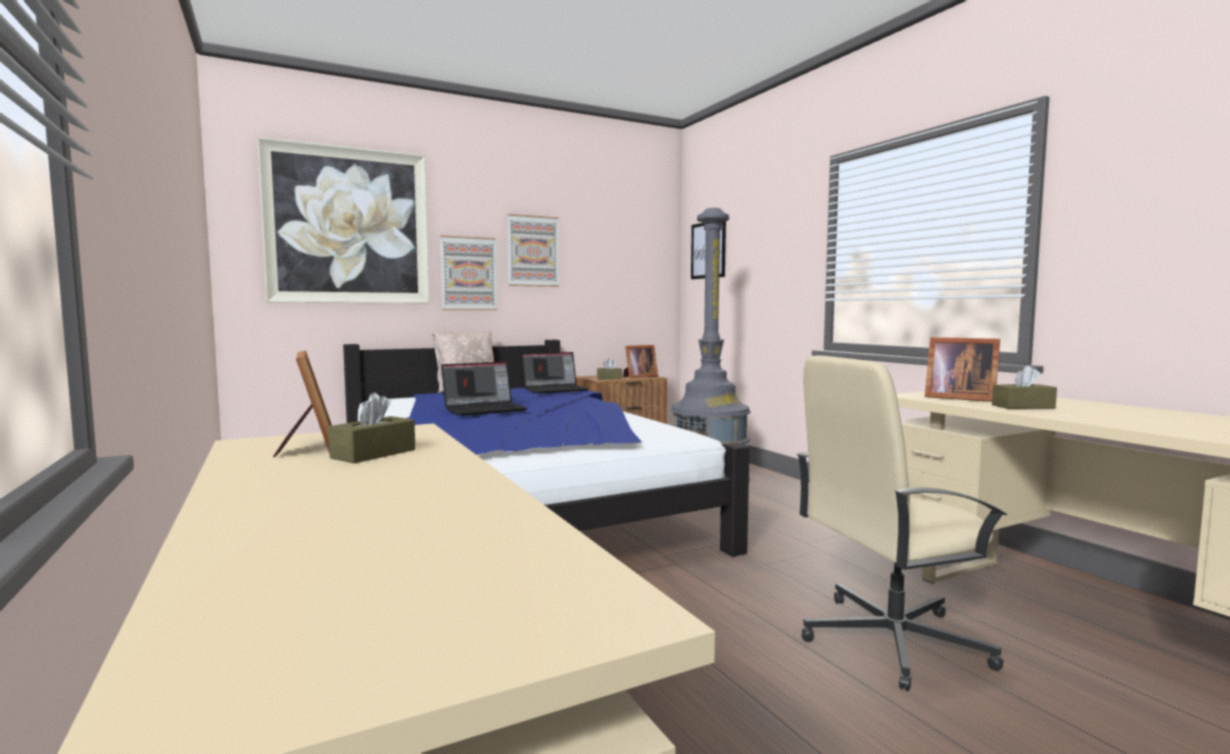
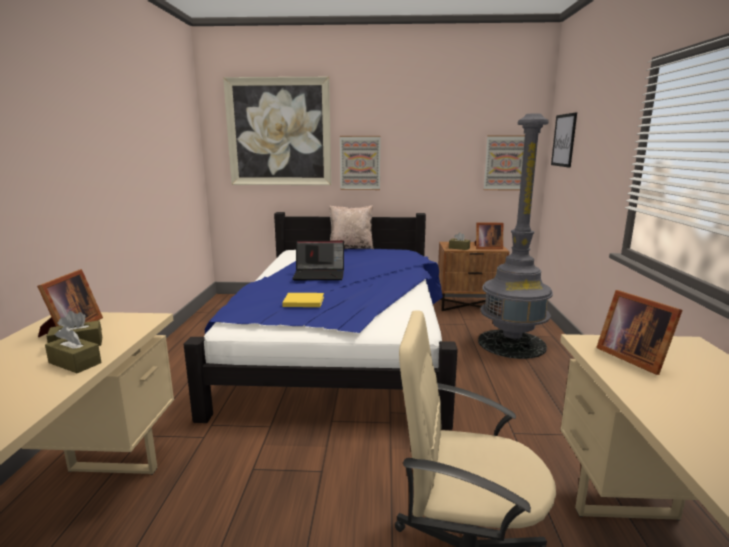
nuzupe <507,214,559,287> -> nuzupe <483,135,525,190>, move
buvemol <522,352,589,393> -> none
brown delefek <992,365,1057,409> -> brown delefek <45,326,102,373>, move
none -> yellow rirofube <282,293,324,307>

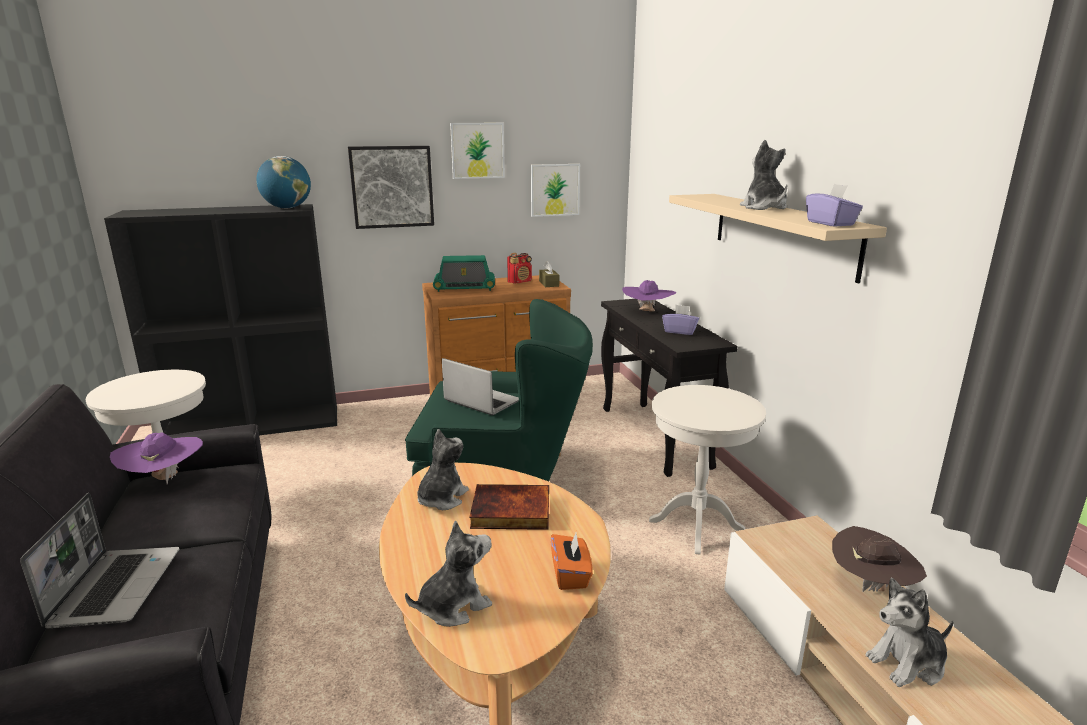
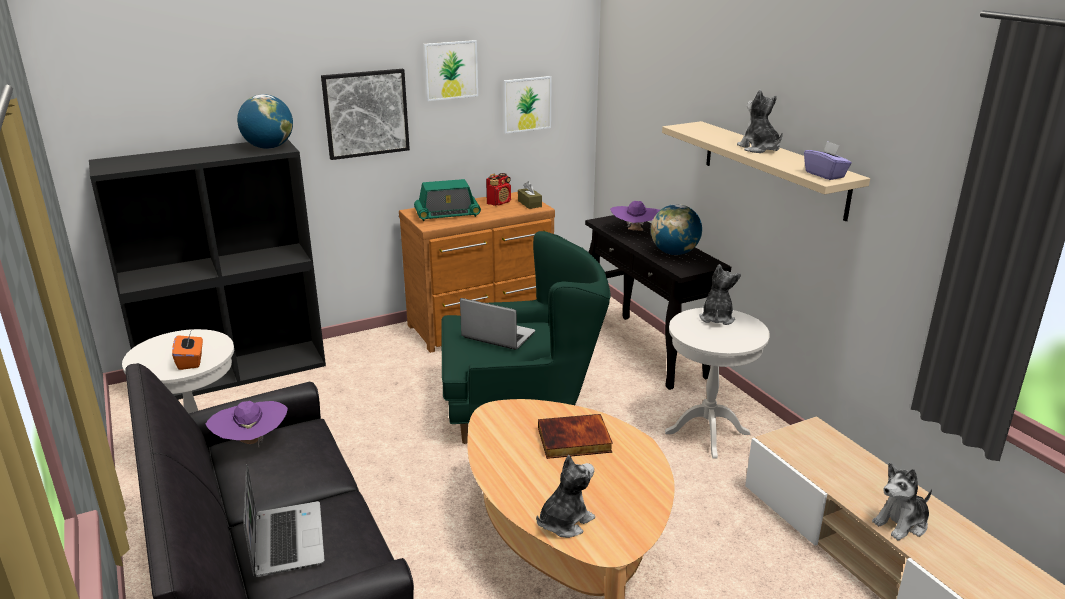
purple delefek <662,305,699,335> -> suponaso <651,204,702,255>
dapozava <417,429,469,510> -> dapozava <699,264,741,325>, move
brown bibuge <832,526,927,592> -> none
orange delefek <551,531,593,590> -> orange delefek <172,332,203,370>, move

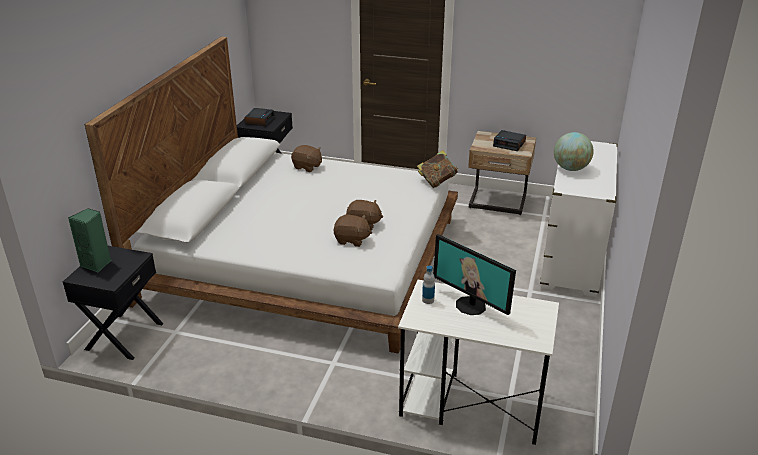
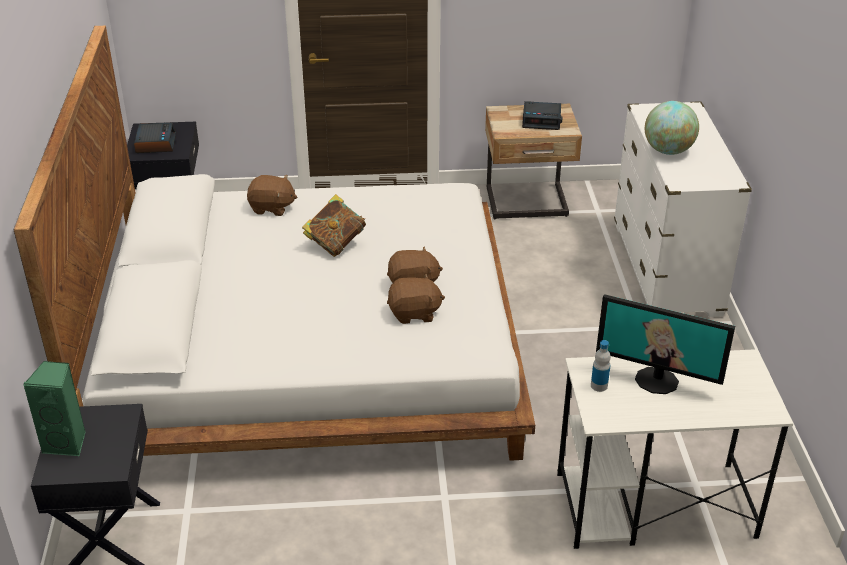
rirofube <417,150,458,188> -> rirofube <302,194,366,257>, move

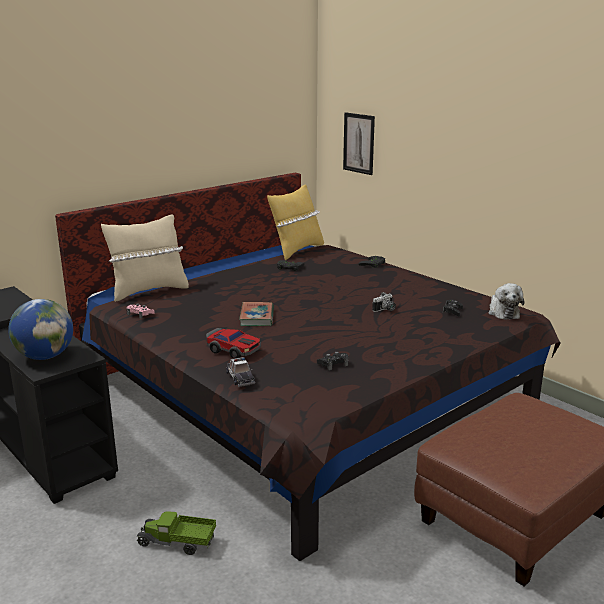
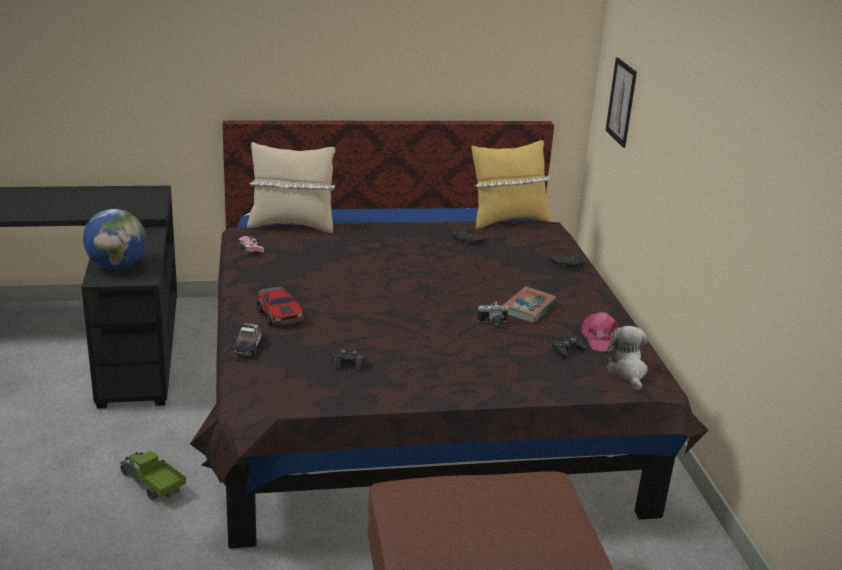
dapozava <488,283,524,320> -> dapozava <605,326,648,391>, 150 degrees clockwise
rirofube <239,302,274,326> -> rirofube <503,286,557,323>, move
none -> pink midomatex <580,312,618,352>

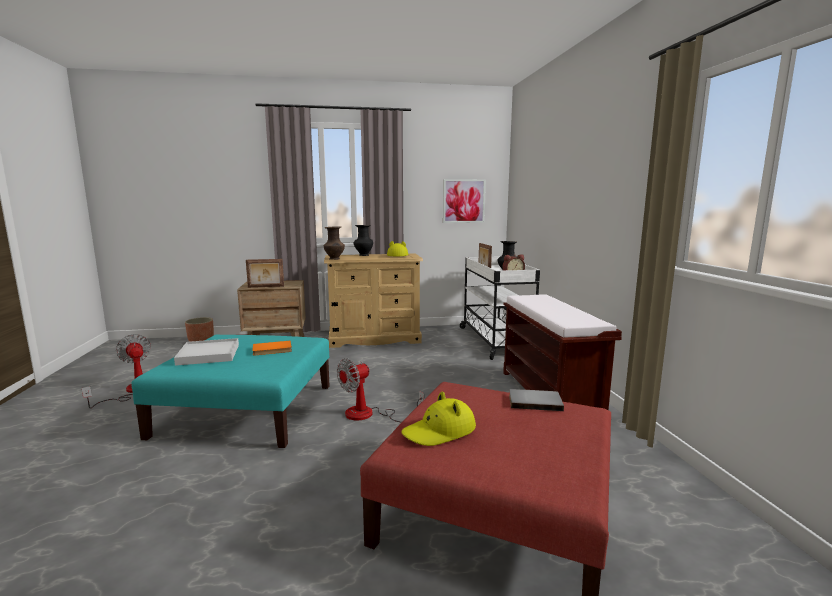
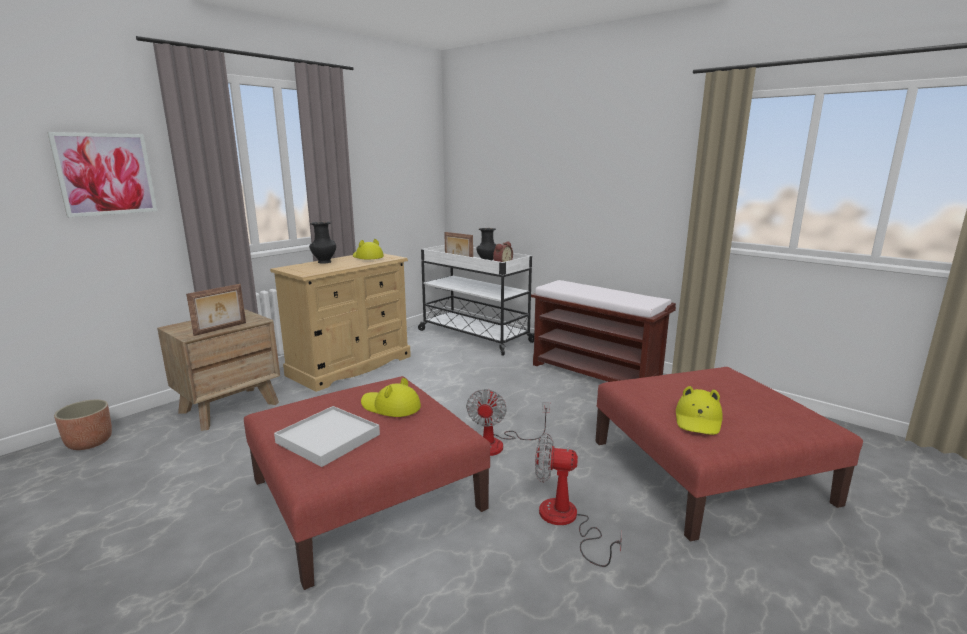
nuzupe <443,179,486,223> -> nuzupe <48,132,157,217>, move
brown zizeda <324,226,345,260> -> none
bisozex <82,334,151,409> -> bisozex <535,433,622,567>, move
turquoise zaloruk <132,335,330,448> -> red zaloruk <244,376,490,590>
orange rirofube <252,341,292,356> -> yellow bibuge <361,378,421,417>
grey rirofube <509,389,564,411> -> none

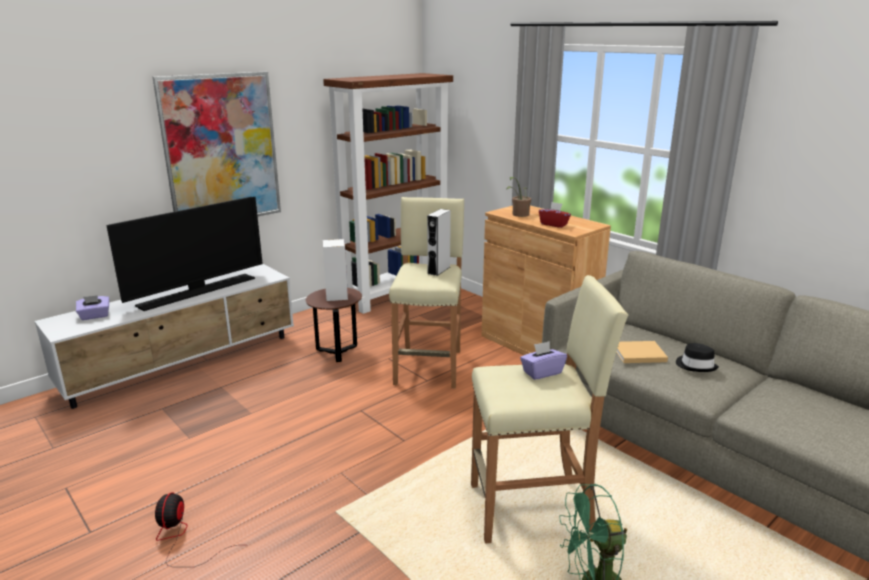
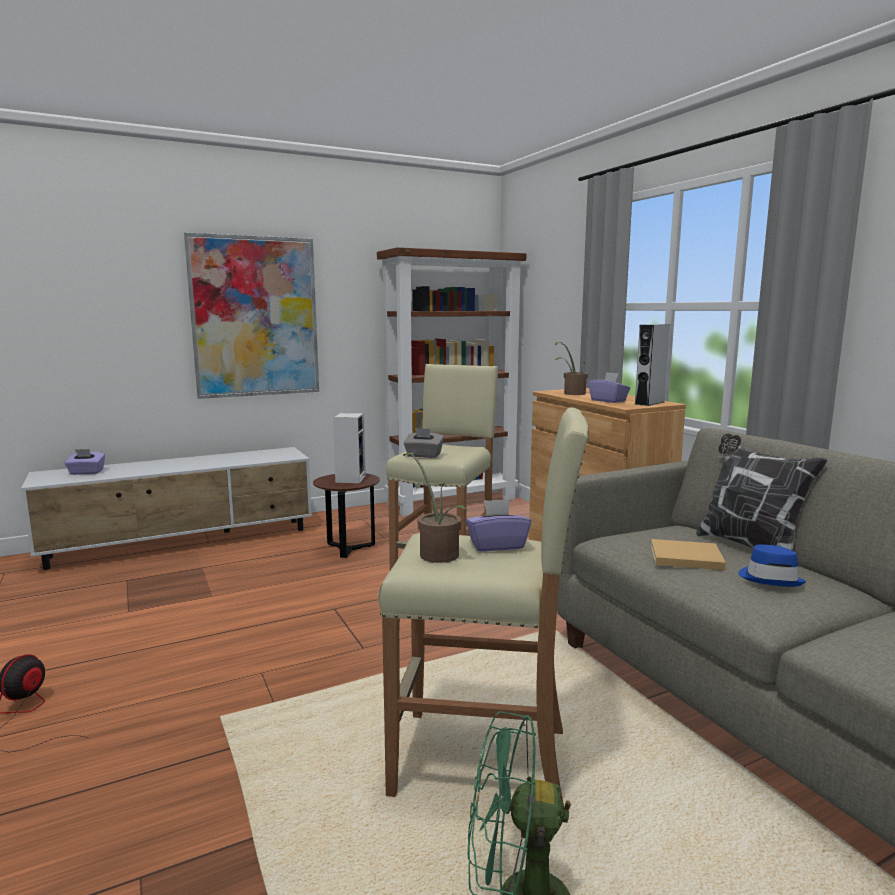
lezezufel <106,197,263,311> -> none
red delefek <539,202,571,228> -> purple delefek <588,372,630,403>
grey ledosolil <427,209,451,276> -> grey ledosolil <634,324,670,406>, move
black bibuge <676,343,719,372> -> blue bibuge <738,544,806,587>
none -> grey delefek <403,428,444,458>
none -> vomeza <696,433,828,551>
none -> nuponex <403,452,467,563>

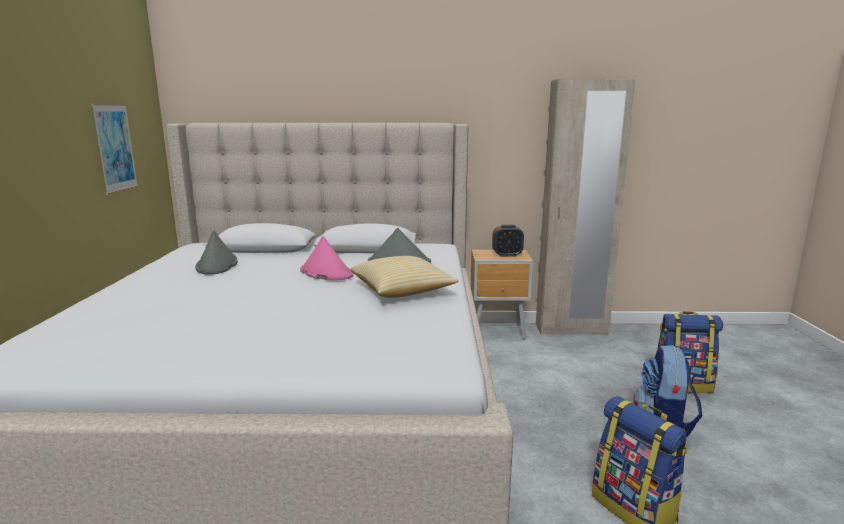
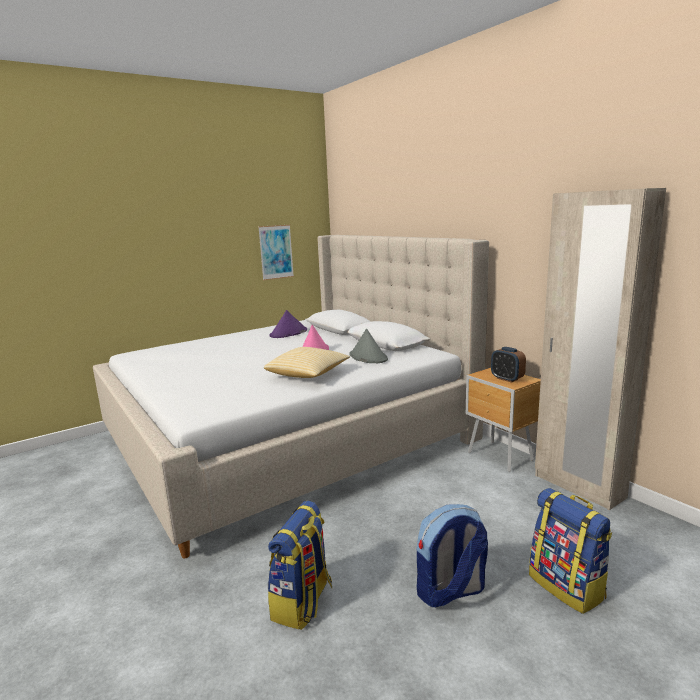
grey bibuge <195,230,238,275> -> purple bibuge <270,310,307,338>

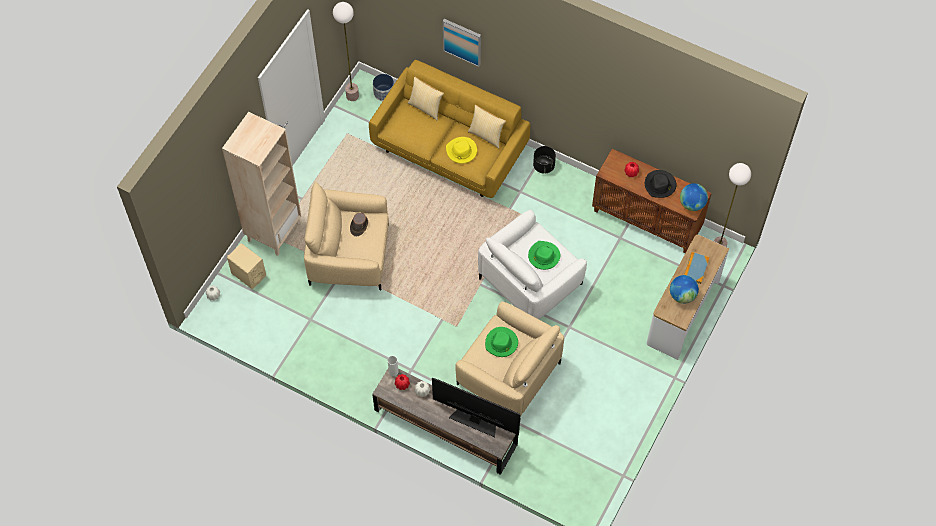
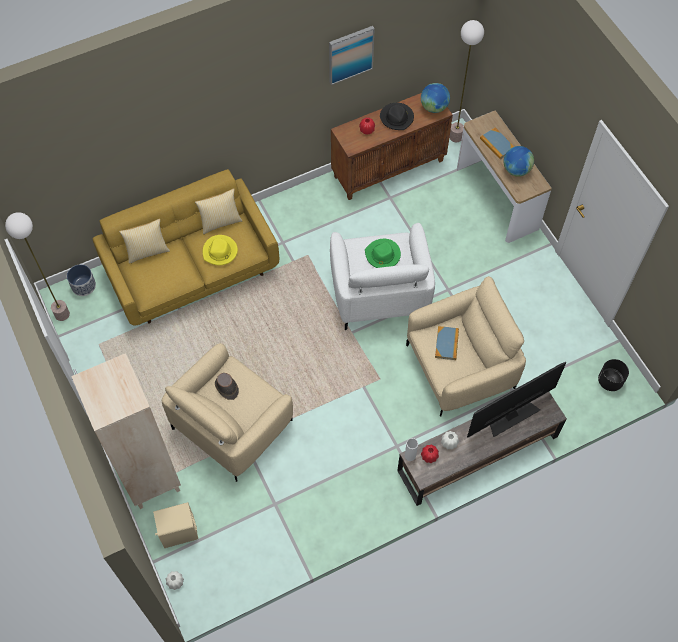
nuzupe <443,19,481,67> -> nuzupe <329,26,375,85>, move
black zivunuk <533,146,556,174> -> black zivunuk <598,359,629,391>, move
green bibuge <485,327,518,357> -> rirofube <435,326,459,360>

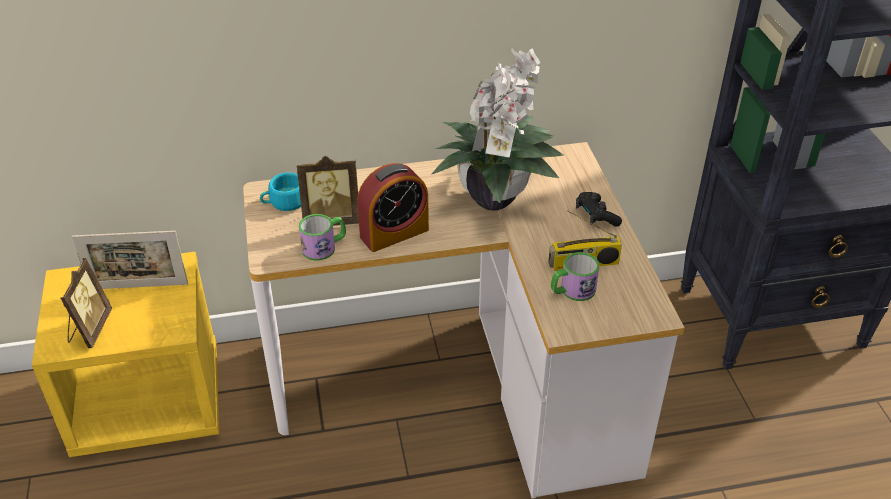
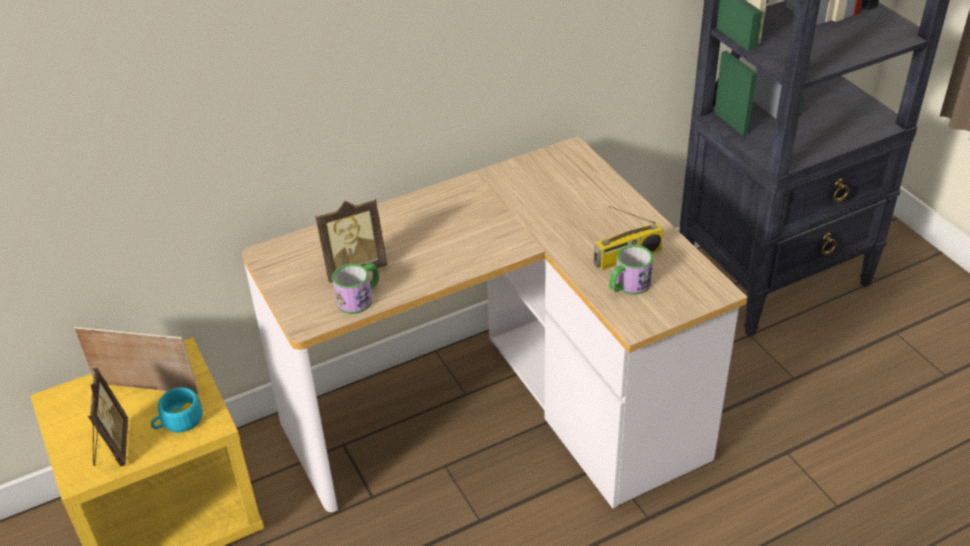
nuponex <431,48,564,211> -> none
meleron <357,163,429,252> -> none
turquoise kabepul <260,173,301,211> -> turquoise kabepul <151,387,203,433>, move
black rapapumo <576,192,622,227> -> none
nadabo <72,231,188,289> -> nadabo <74,327,199,394>, 150 degrees counterclockwise

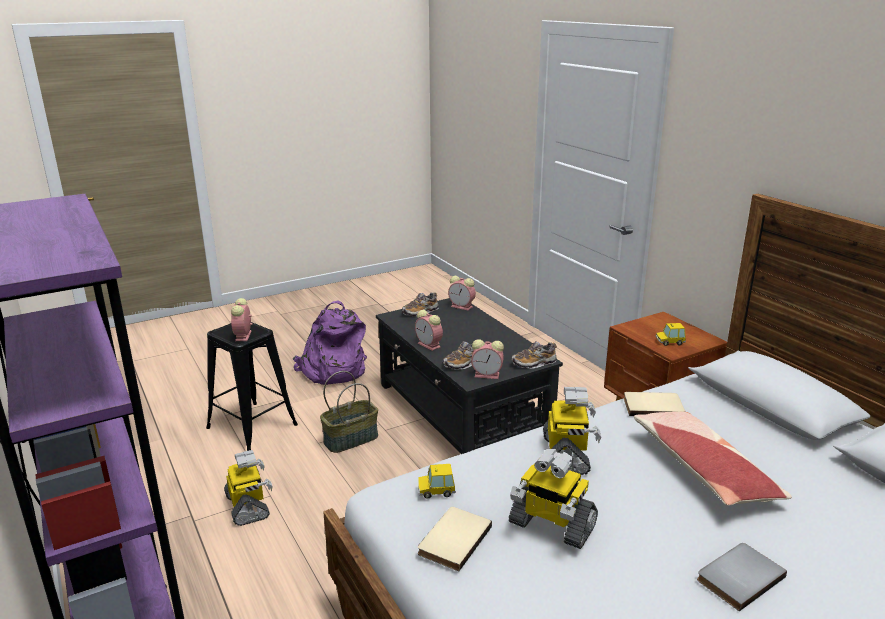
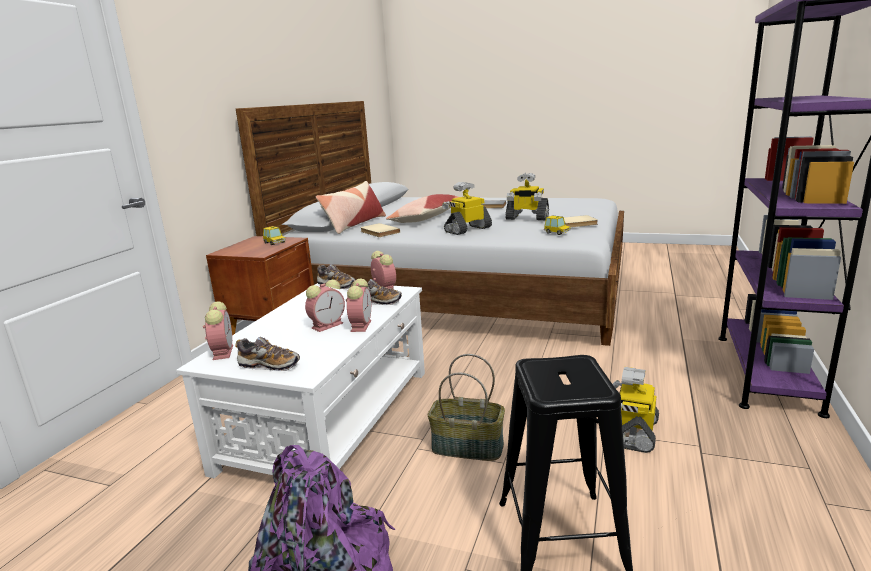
meleron <231,298,253,341> -> meleron <305,280,345,332>, move
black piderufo <376,298,563,454> -> white piderufo <176,283,425,478>
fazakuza <509,449,598,549> -> fazakuza <505,173,549,220>, 120 degrees clockwise
none -> vomeza <316,181,386,234>

